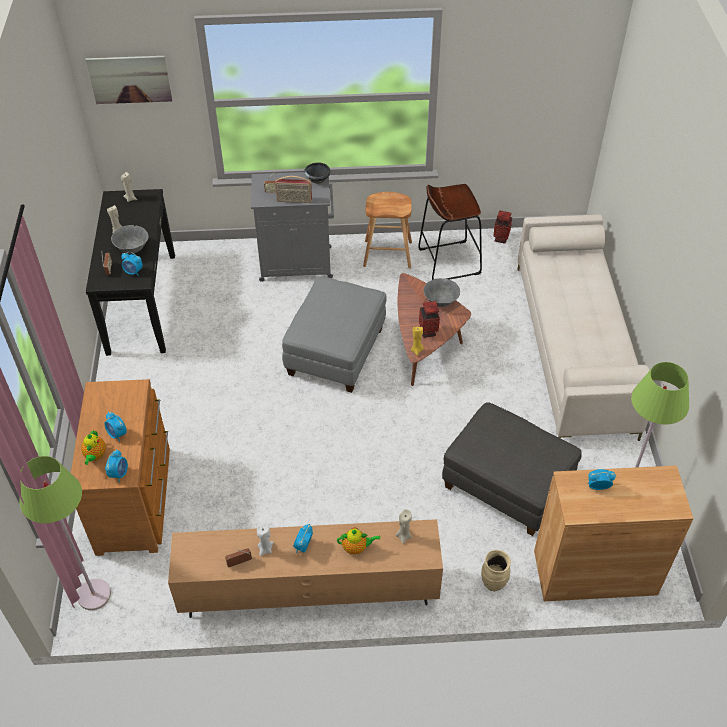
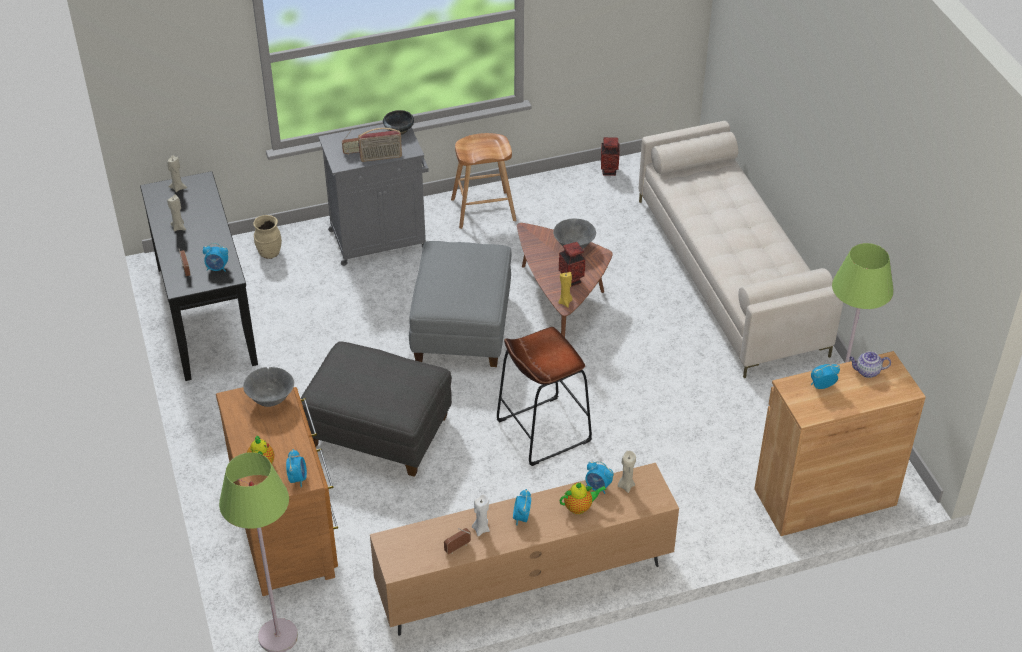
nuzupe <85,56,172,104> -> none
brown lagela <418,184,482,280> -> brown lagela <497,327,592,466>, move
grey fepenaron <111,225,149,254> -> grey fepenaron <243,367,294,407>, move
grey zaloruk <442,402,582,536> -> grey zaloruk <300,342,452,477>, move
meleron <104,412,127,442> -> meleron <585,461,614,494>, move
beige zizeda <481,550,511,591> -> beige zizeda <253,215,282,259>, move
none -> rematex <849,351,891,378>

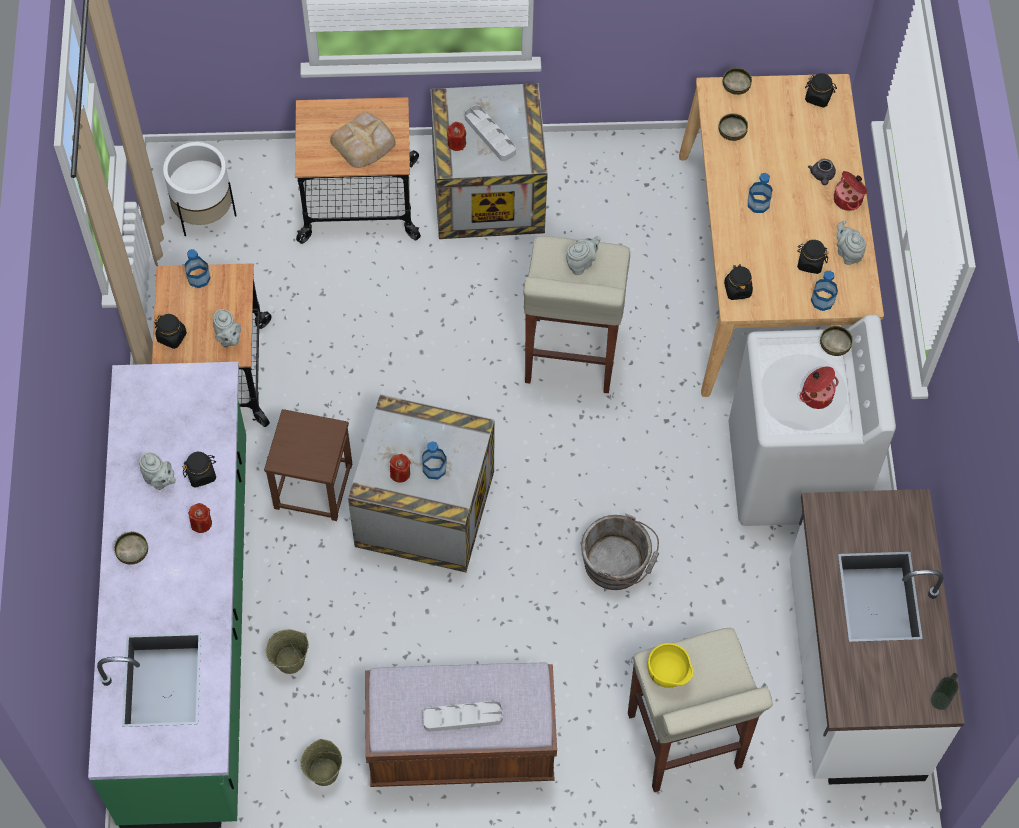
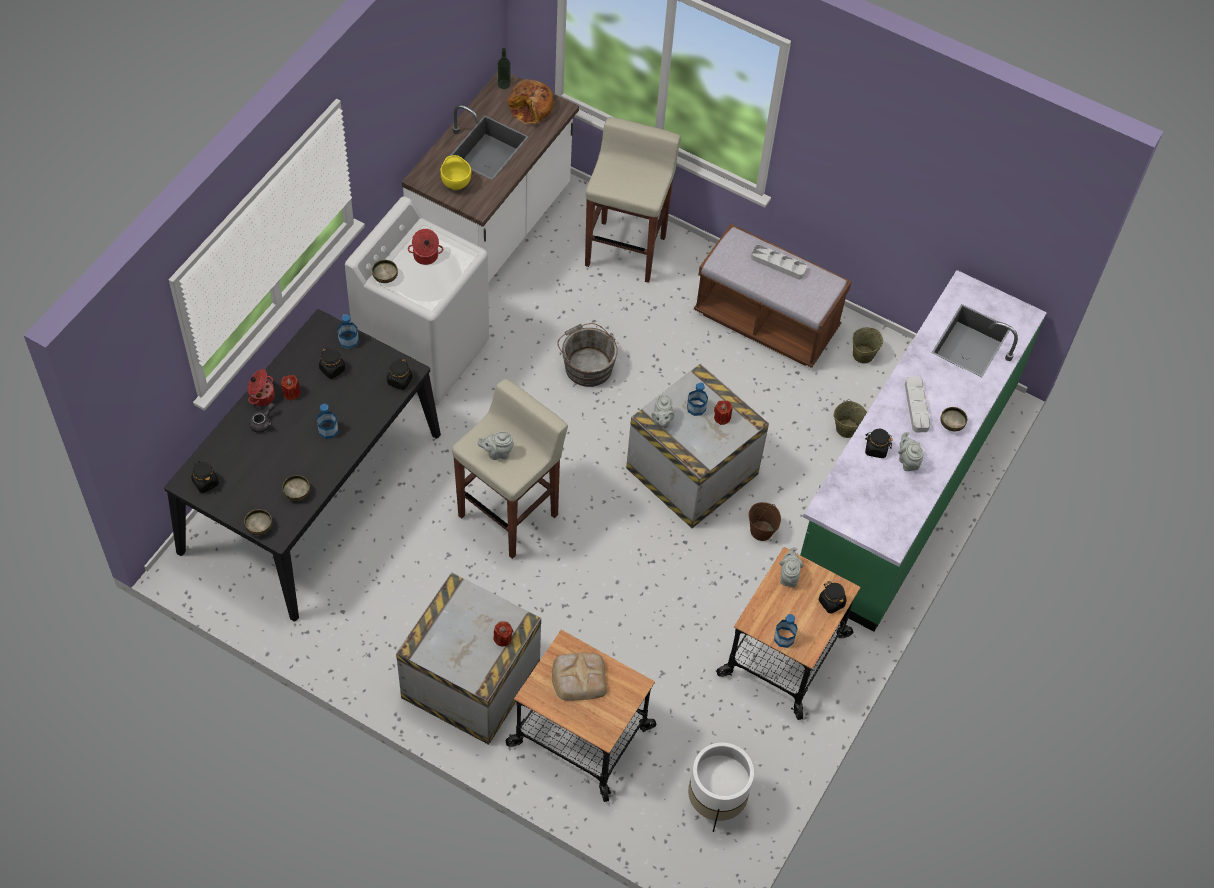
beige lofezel <679,74,884,397> -> black lofezel <164,309,441,622>
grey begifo <465,105,516,161> -> grey begifo <905,376,931,432>, move
grey rematex <837,220,866,265> -> grey rematex <651,395,674,428>, move
brown lagela <264,409,352,521> -> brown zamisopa <748,502,781,541>
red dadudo <188,503,212,533> -> red dadudo <280,375,301,401>, move
yellow fepenaron <647,643,693,688> -> yellow fepenaron <440,155,471,190>, move
none -> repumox <507,79,554,125>

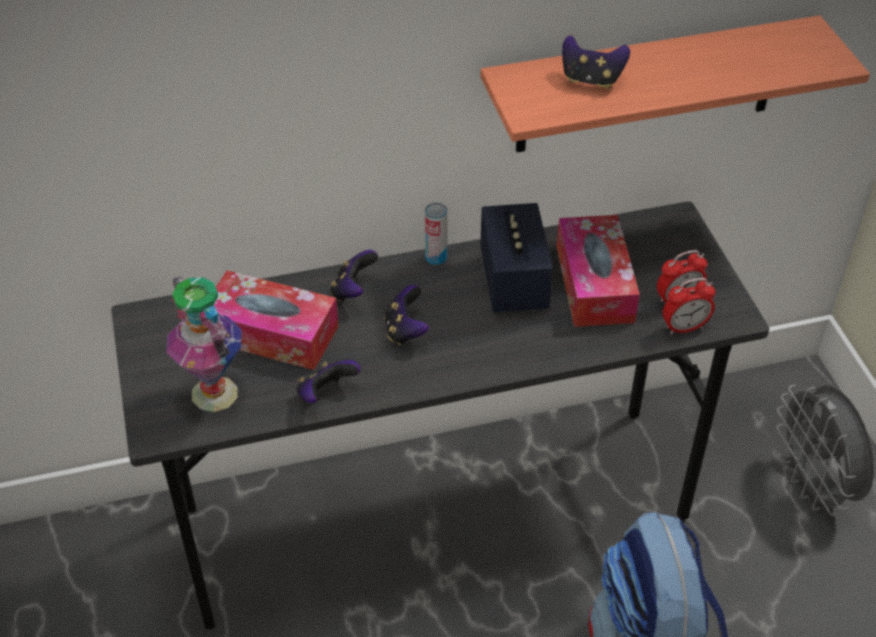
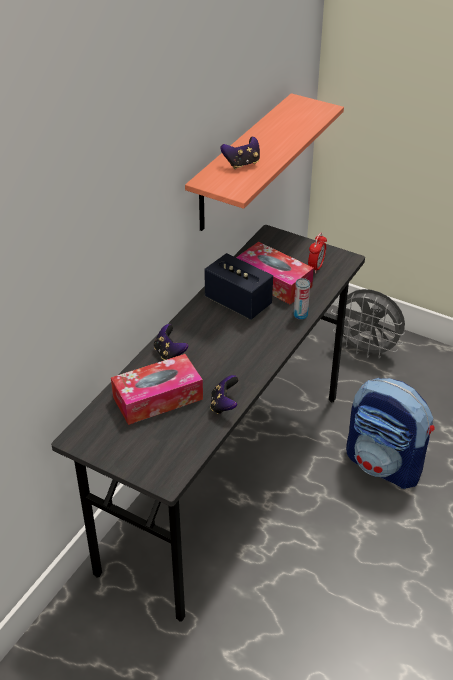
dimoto <425,203,448,265> -> dimoto <294,278,310,320>, move
zizeda <166,276,242,412> -> none
meleron <663,278,716,335> -> none
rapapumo <384,285,429,345> -> none

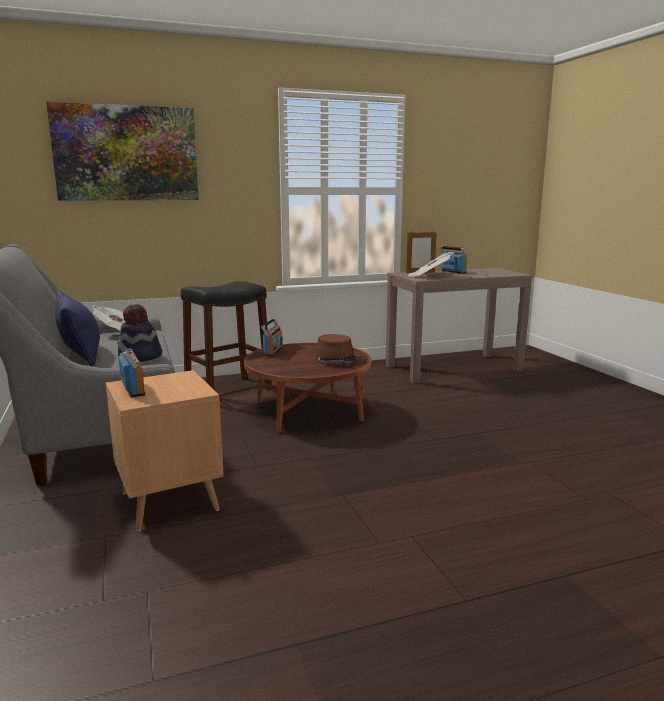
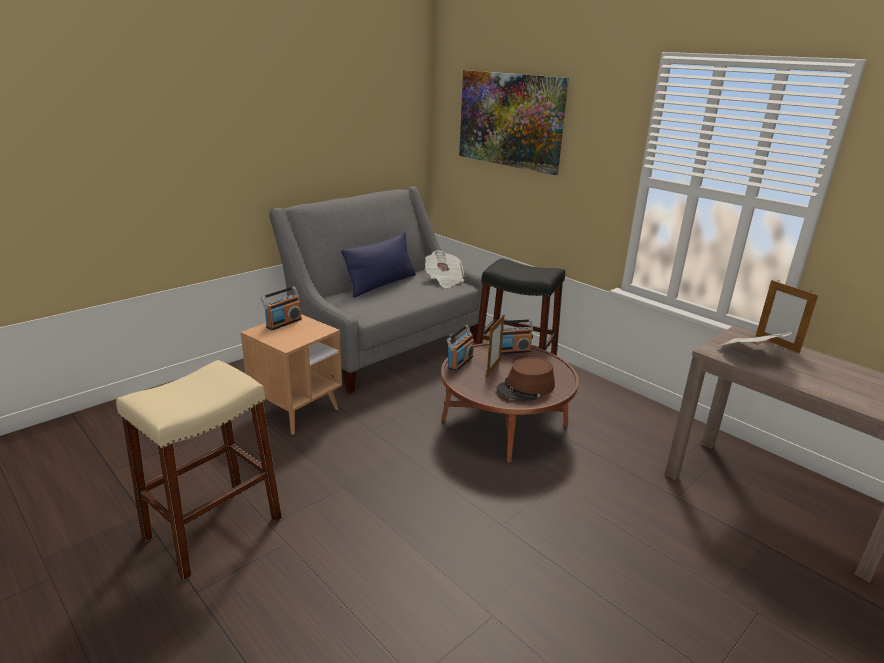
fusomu <440,246,467,274> -> fusomu <447,325,474,371>, move
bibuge <118,304,162,362> -> none
none -> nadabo <487,314,505,376>
none -> beige lagela <116,360,282,580>

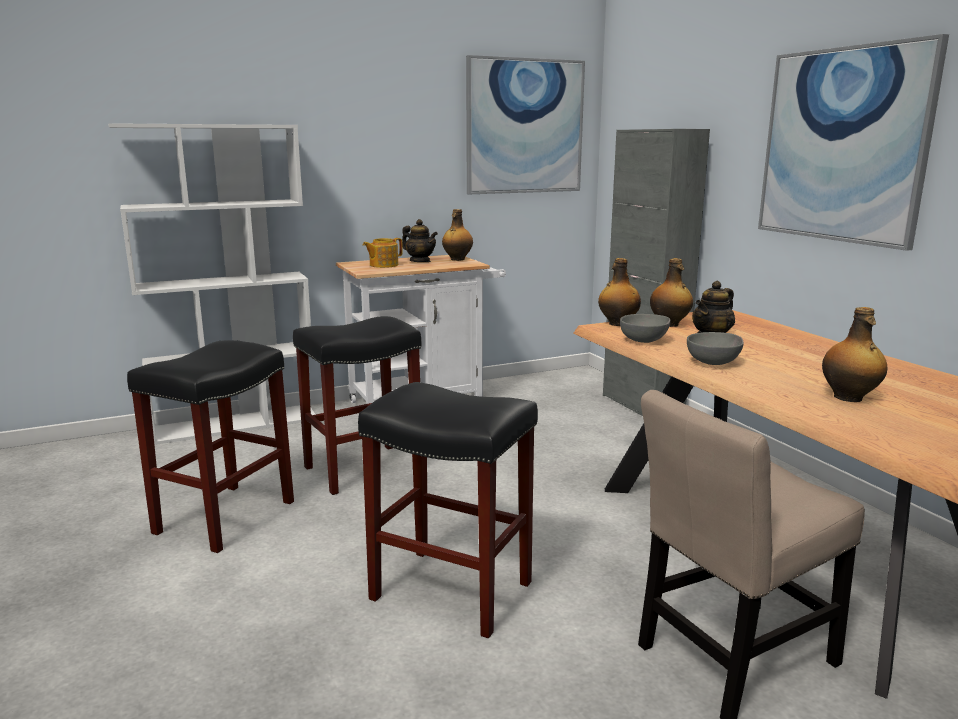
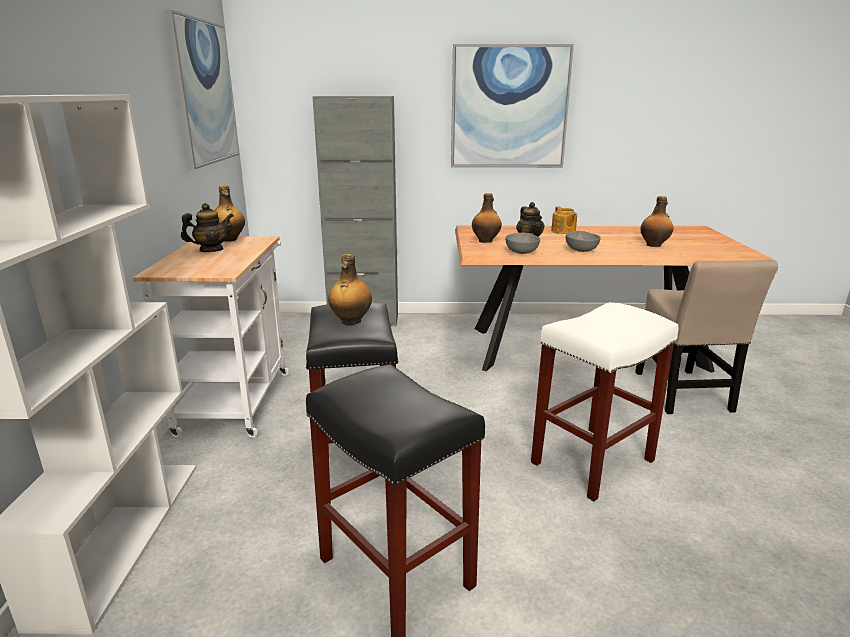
rematex <363,238,403,268> -> rematex <551,207,577,234>, move
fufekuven <598,258,641,326> -> fufekuven <328,254,372,325>, move
black lagela <358,382,538,638> -> white lagela <531,302,678,502>

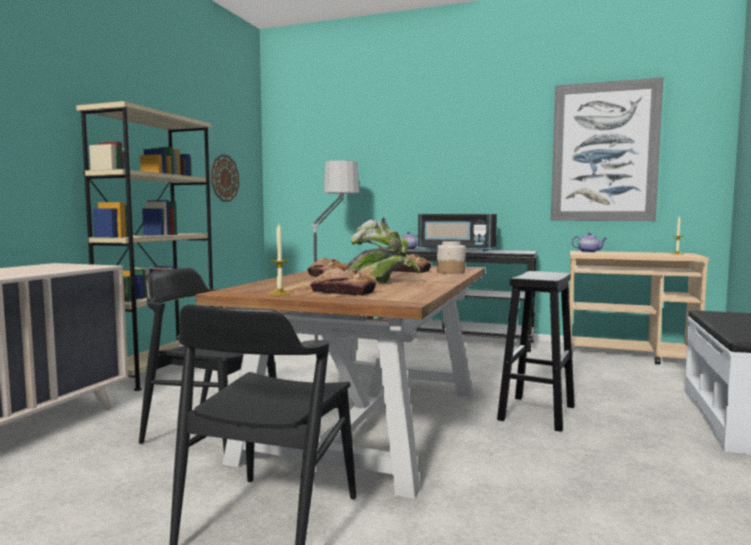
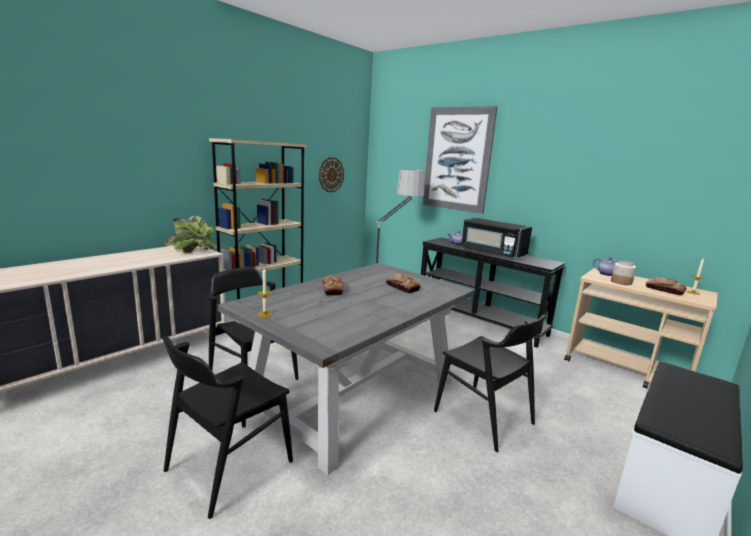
nuzupe <551,77,663,221> -> nuzupe <423,106,498,214>, move
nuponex <346,218,420,283> -> nuponex <165,215,217,253>, move
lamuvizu <437,241,466,274> -> lamuvizu <611,261,636,285>, move
brown lofezel <196,263,485,499> -> grey lofezel <218,263,475,475>
repumox <310,268,376,296> -> repumox <646,277,687,296>, move
black lagela <497,271,575,432> -> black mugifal <434,315,546,452>

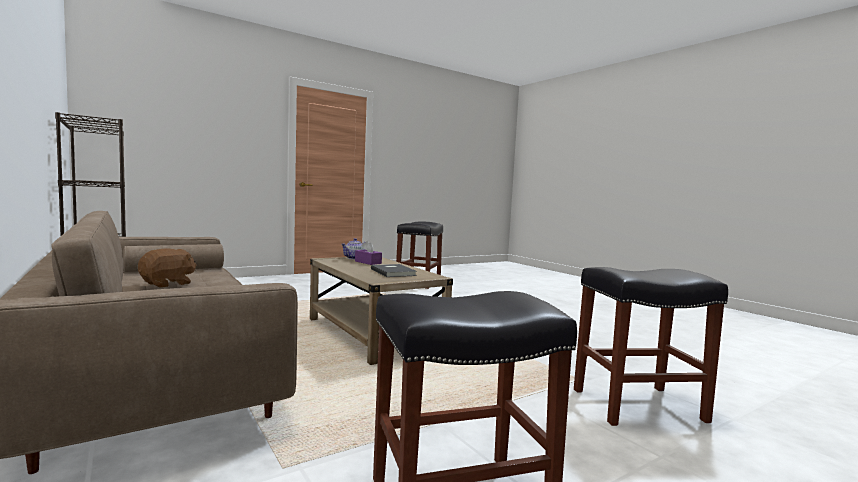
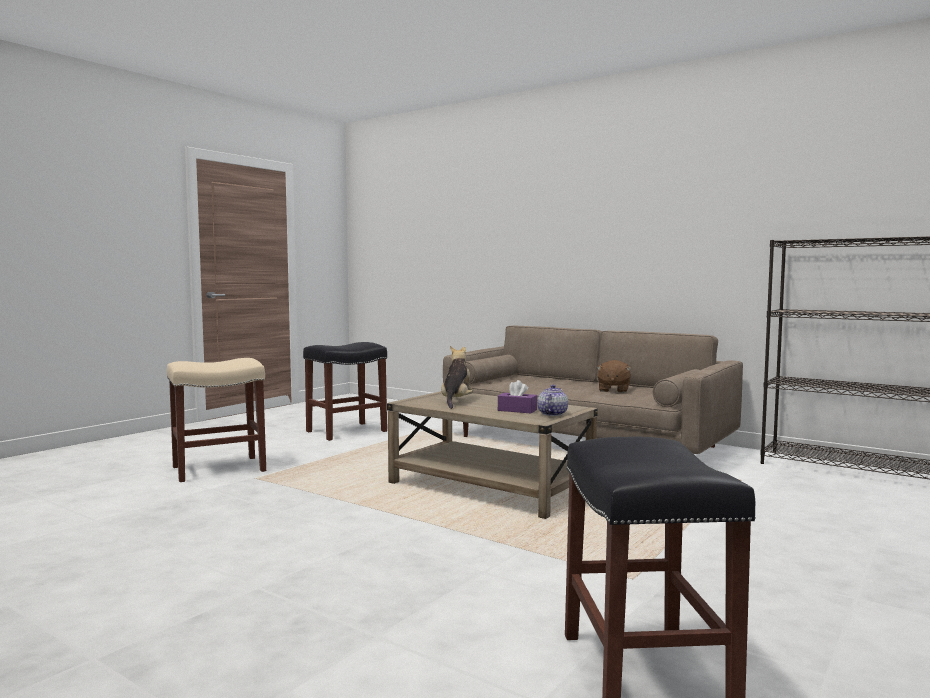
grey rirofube <371,264,417,277> -> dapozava <441,346,474,409>
black lagela <574,267,728,426> -> beige lagela <167,358,266,482>

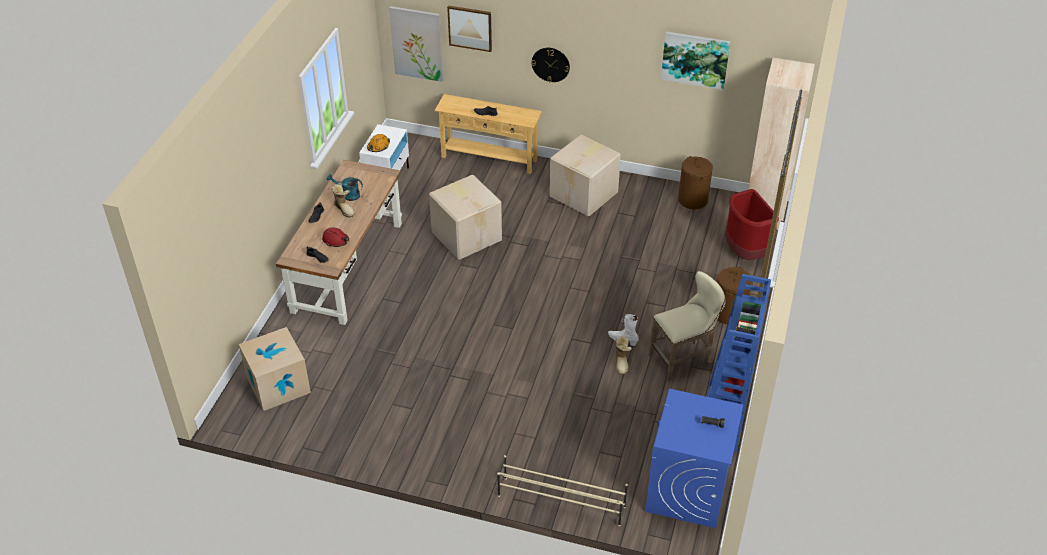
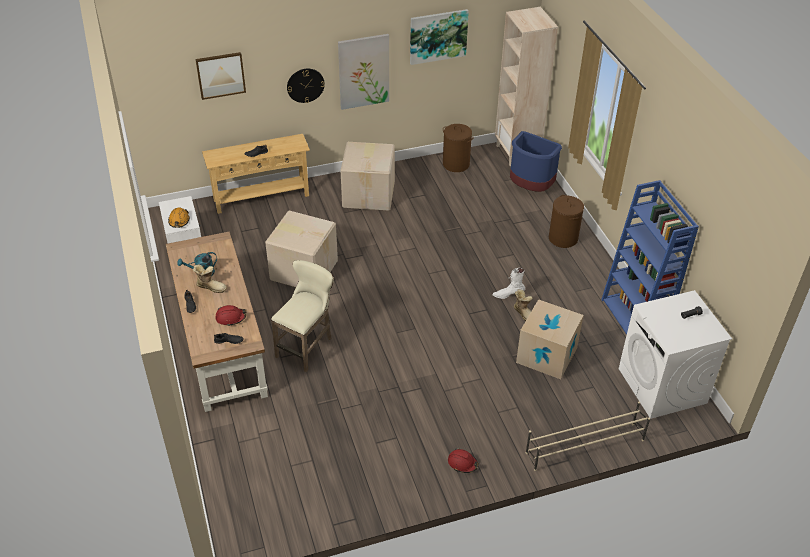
nuzupe <389,6,443,82> -> nuzupe <338,34,389,110>, move
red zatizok <725,189,779,260> -> blue zatizok <510,131,562,192>
beige lagela <649,271,726,381> -> beige lagela <271,260,334,372>, move
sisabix <239,327,311,411> -> sisabix <516,299,584,379>, move
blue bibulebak <645,389,743,528> -> white bibulebak <618,290,732,419>
none -> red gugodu <448,448,479,473>

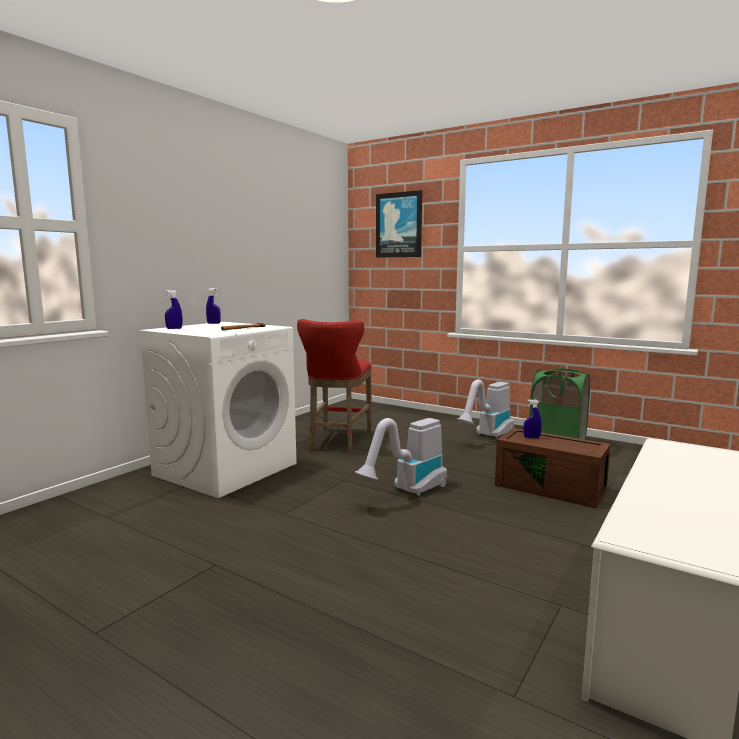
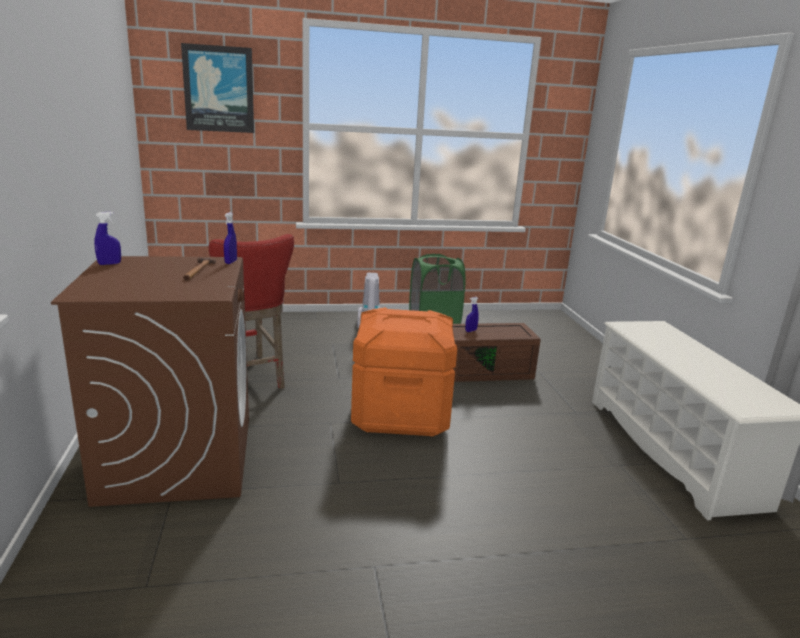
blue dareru <165,290,182,329> -> blue dareru <224,212,237,264>, move
white bibulebak <138,322,296,498> -> brown bibulebak <51,256,249,507>
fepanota <355,418,447,496> -> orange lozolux <351,307,457,437>

